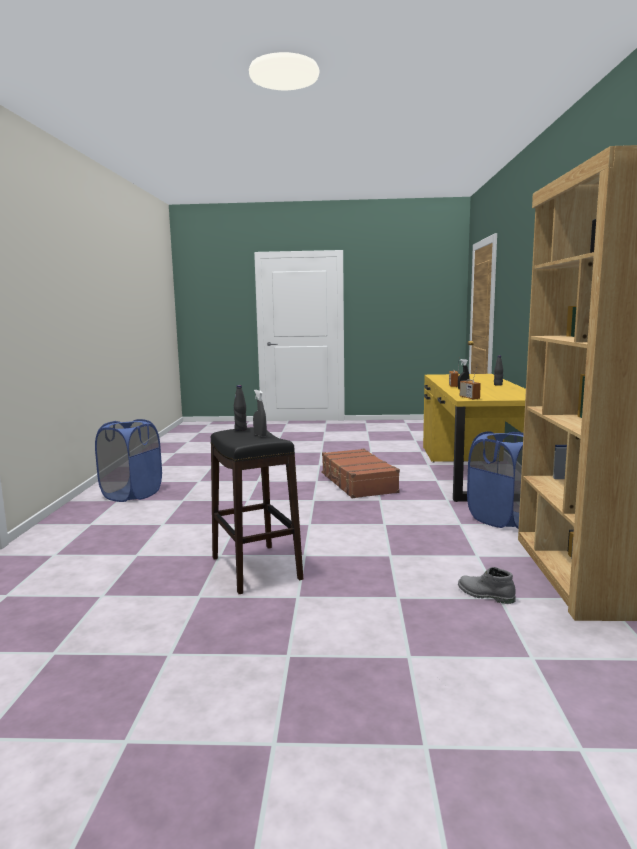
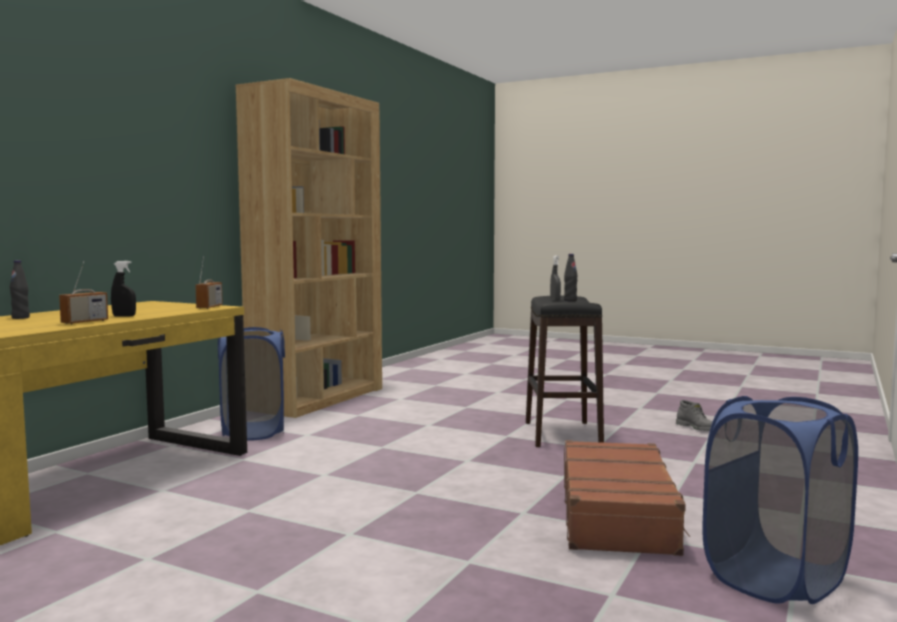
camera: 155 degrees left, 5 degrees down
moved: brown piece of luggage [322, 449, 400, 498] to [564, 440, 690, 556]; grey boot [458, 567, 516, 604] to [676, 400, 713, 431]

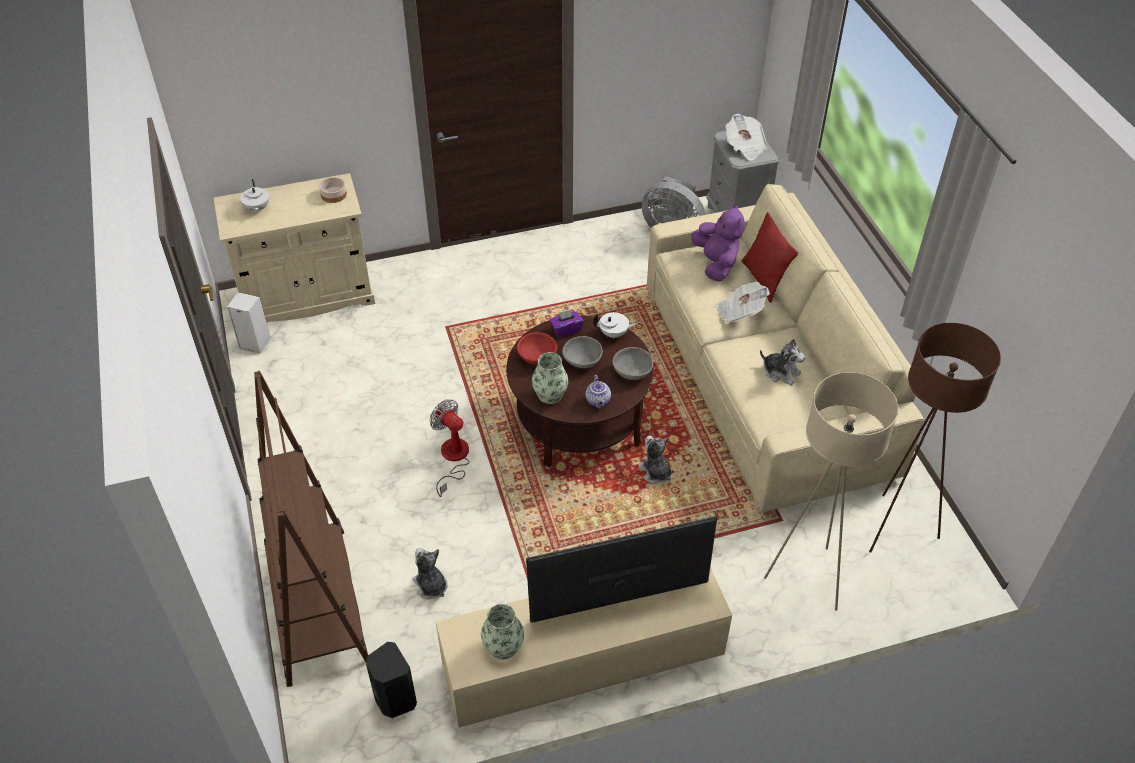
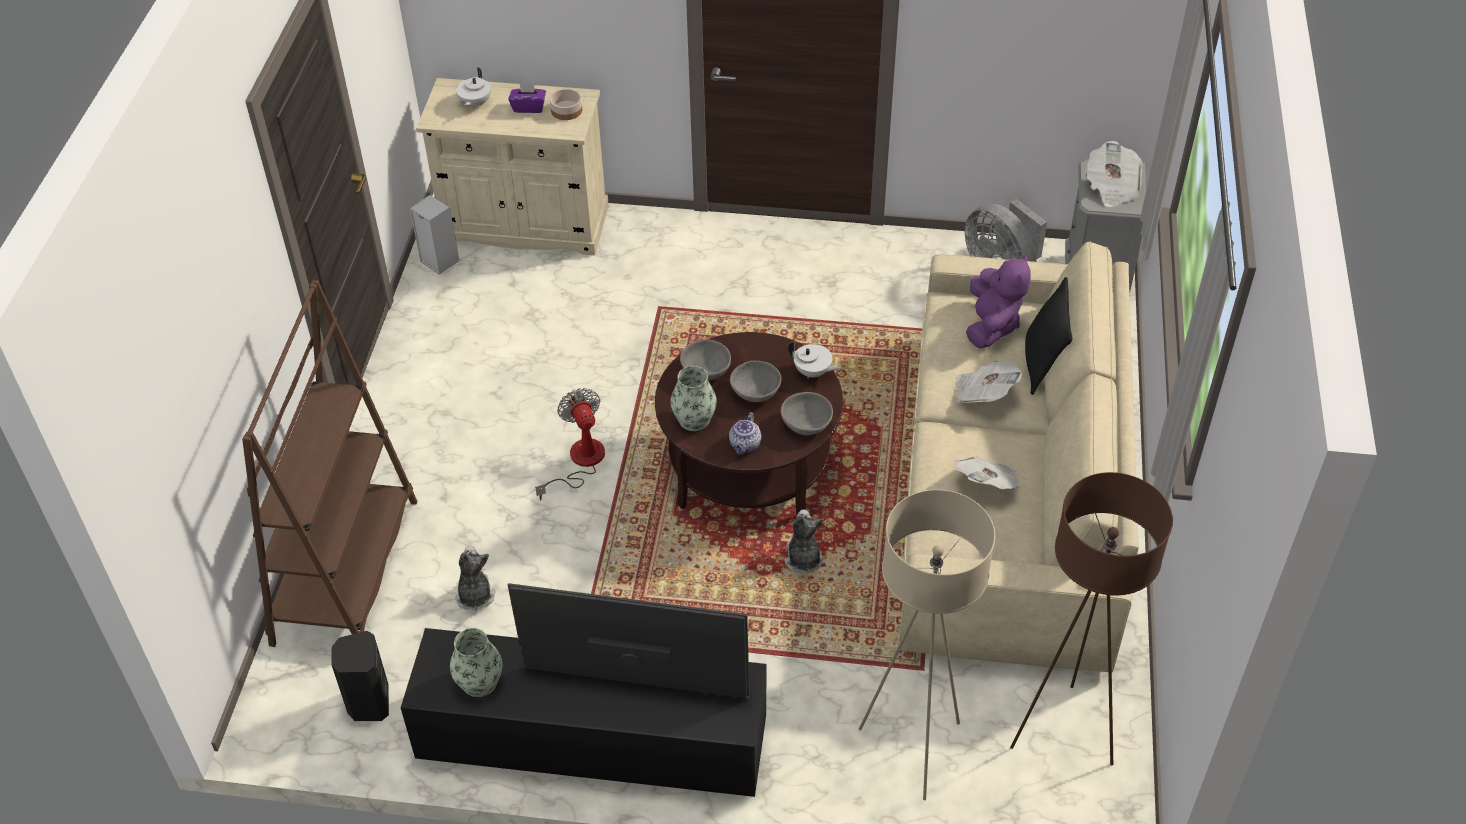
camera: 25 degrees right, 0 degrees up
moved: purplish box of tissues [550, 309, 584, 337] to [508, 83, 546, 113]
replaced: plush toy [760, 339, 805, 386] to newspaper [954, 456, 1020, 489]
recoloured: beige-coloured media console [436, 567, 732, 728] to black media console [401, 628, 767, 797]; reddish deep dish [517, 332, 557, 365] to grey deep dish [680, 339, 731, 380]; reddish cushion [741, 212, 798, 303] to black cushion [1025, 277, 1073, 395]

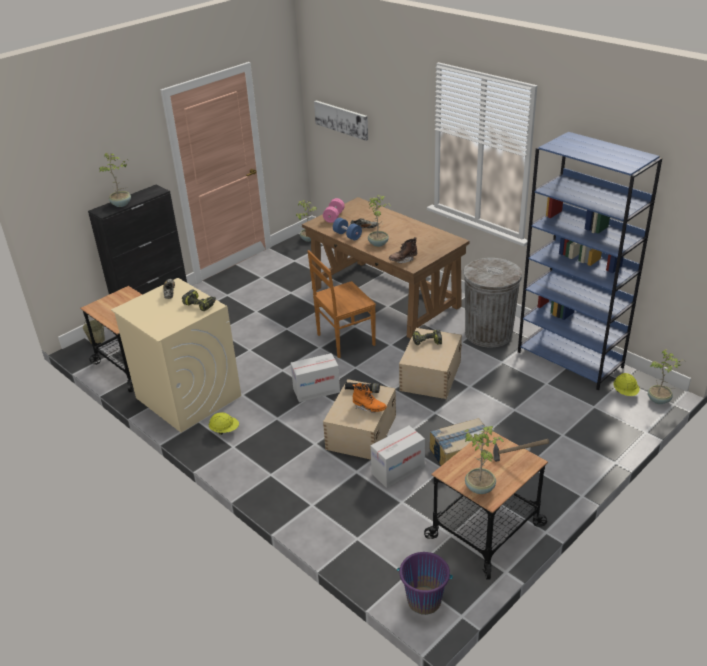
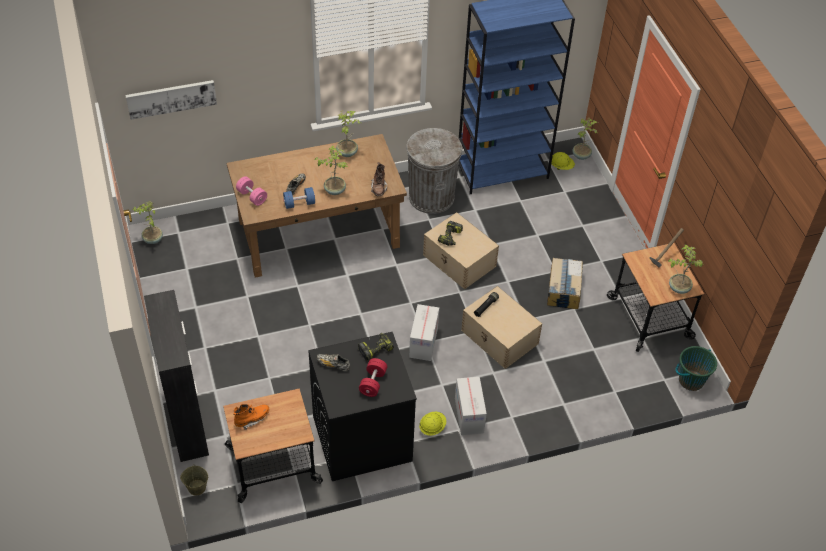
camera: 65 degrees left, 15 degrees up
removed: brown plain chair [307, 250, 376, 358]
added: reddish free weight [359, 358, 387, 397]
moved: orange boot [352, 383, 387, 413] to [233, 404, 269, 430]; plant in a pot [99, 153, 131, 207] to [336, 110, 361, 157]; packing box [370, 425, 425, 488] to [455, 377, 487, 435]
recoloured: beige-coloured laundry appliance [111, 278, 241, 433] to black laundry appliance [308, 332, 417, 481]; purplish bucket [397, 552, 453, 615] to greenish bucket [676, 346, 717, 391]

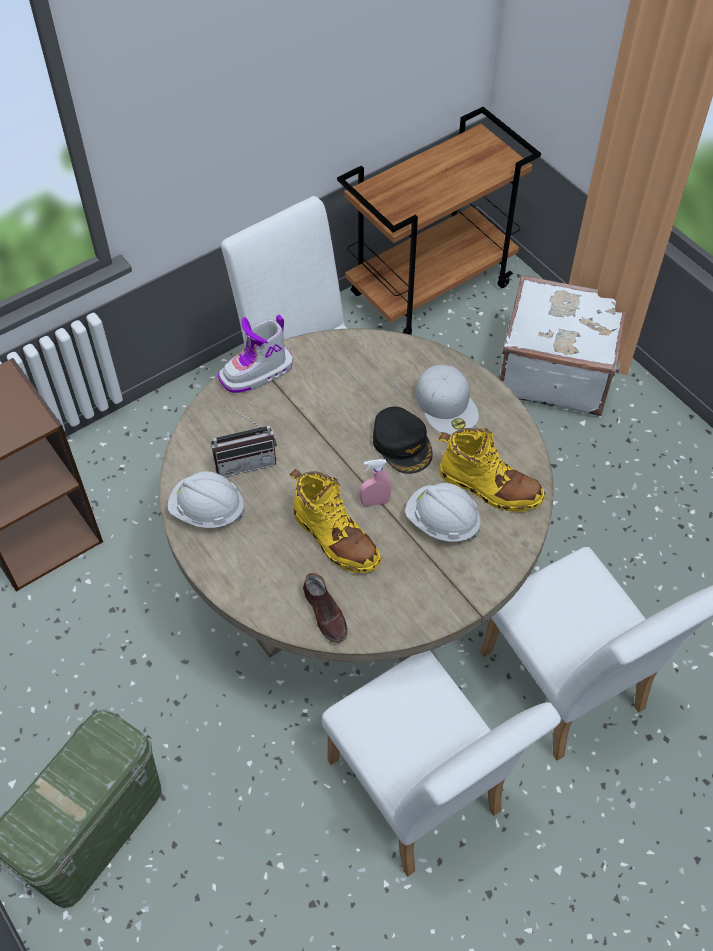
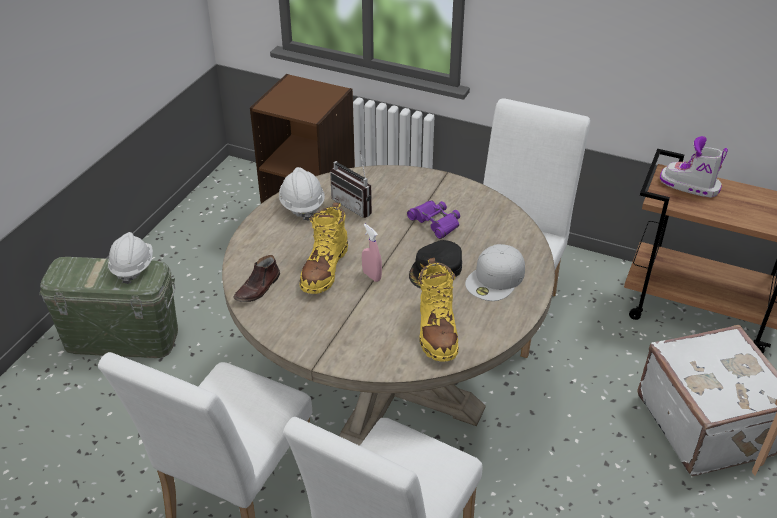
camera: 60 degrees right, 15 degrees down
added: purplish field glasses [407, 200, 460, 239]
moved: white hard hat [405, 483, 481, 542] to [108, 232, 153, 284]; boot [218, 314, 293, 393] to [660, 136, 728, 198]

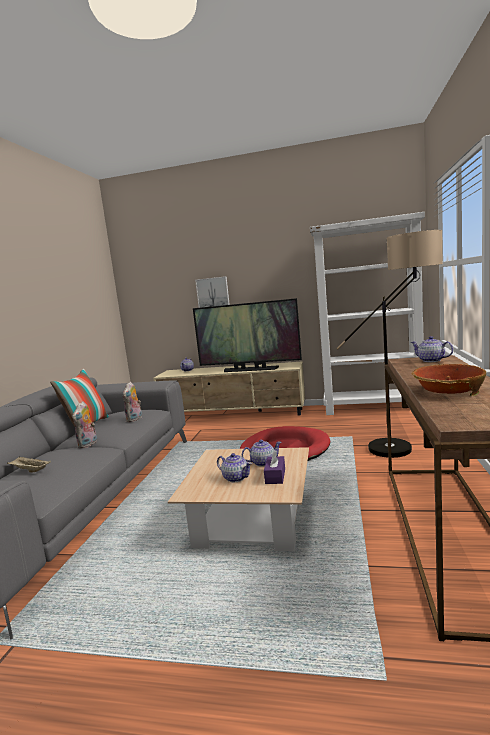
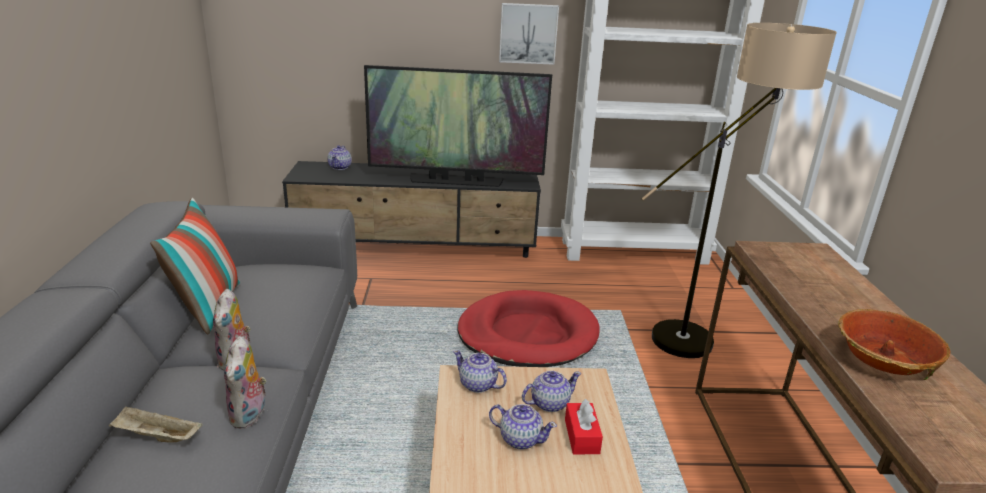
camera: 15 degrees left, 15 degrees up
moved: plush toy [123, 382, 142, 422] to [224, 336, 267, 429]; teapot [411, 336, 453, 362] to [453, 350, 507, 393]; wall picture [195, 276, 230, 308] to [499, 3, 559, 65]
recoloured: beige-coloured media console [153, 361, 305, 416] to black media console [282, 161, 541, 258]; purplish box of tissues [264, 450, 285, 484] to reddish box of tissues [565, 399, 603, 454]

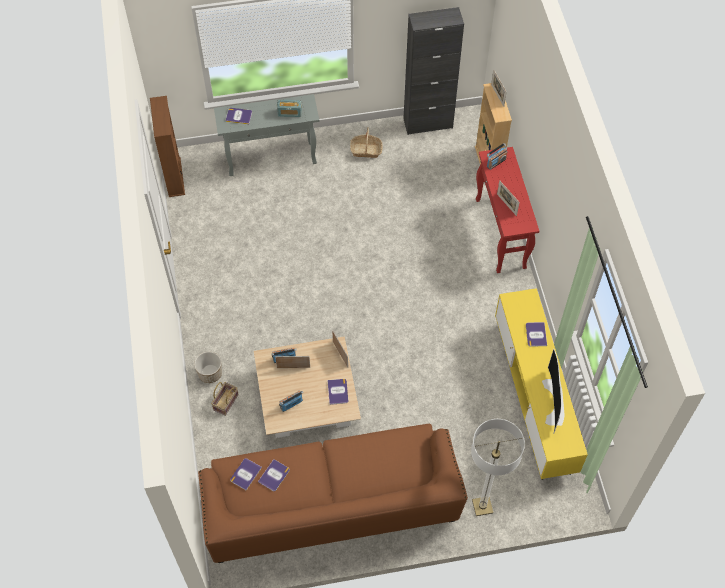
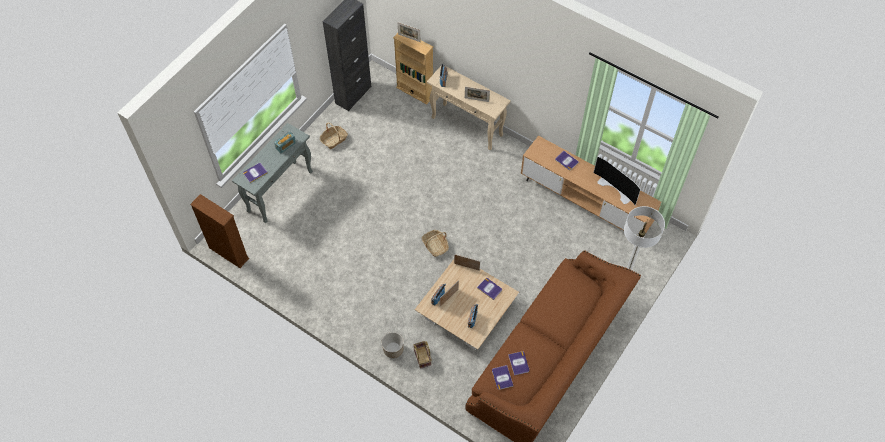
camera: 45 degrees left, 0 degrees up
added: household basket [422, 230, 449, 257]
recoloured: reddish hall table [476, 147, 539, 273] to beige-coloured hall table [427, 66, 511, 151]; yellow media console [495, 288, 588, 480] to brown media console [521, 136, 661, 236]

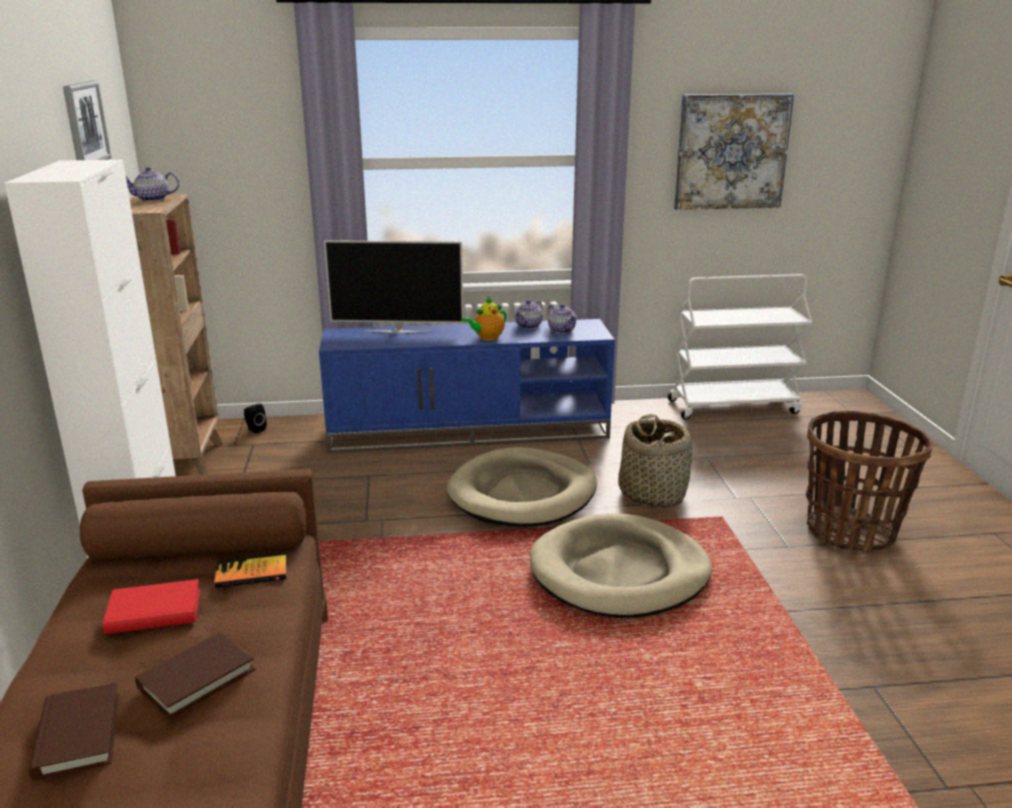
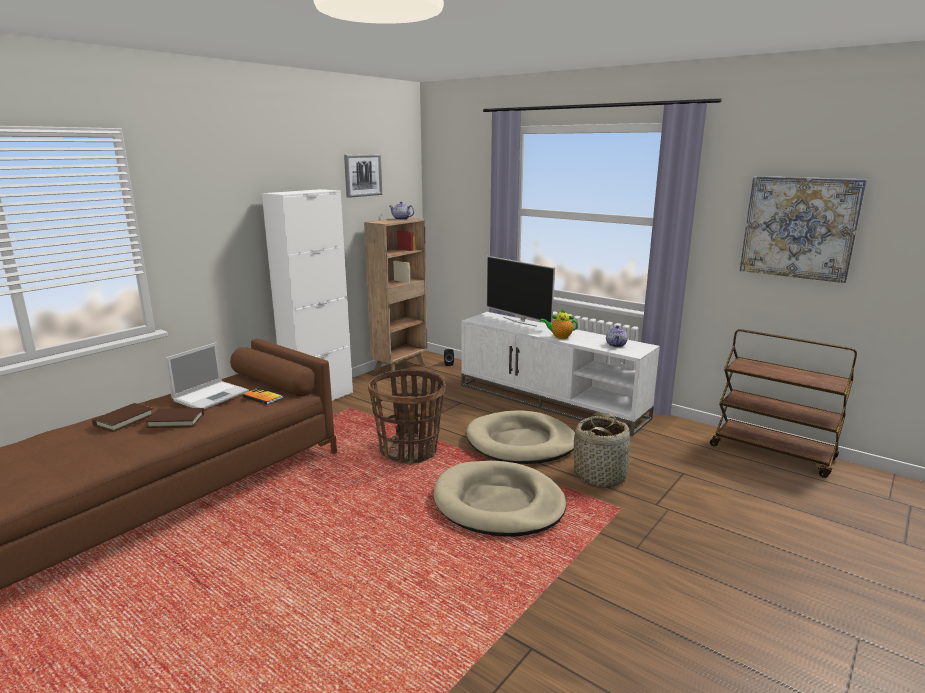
camera: 45 degrees right, 5 degrees down
removed: teapot [515, 300, 543, 329]
moved: household basket [806, 411, 933, 552] to [368, 369, 446, 464]
replaced: reddish volume [102, 579, 200, 634] to notebook computer [165, 342, 249, 409]
recoloured: blue media console [319, 319, 615, 453] to white media console [461, 312, 660, 436]; white cart [668, 274, 812, 420] to brown cart [710, 329, 857, 478]

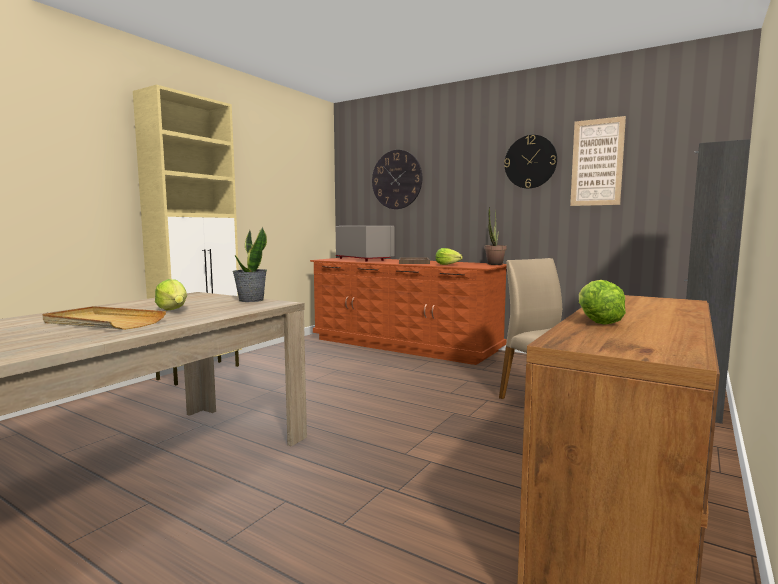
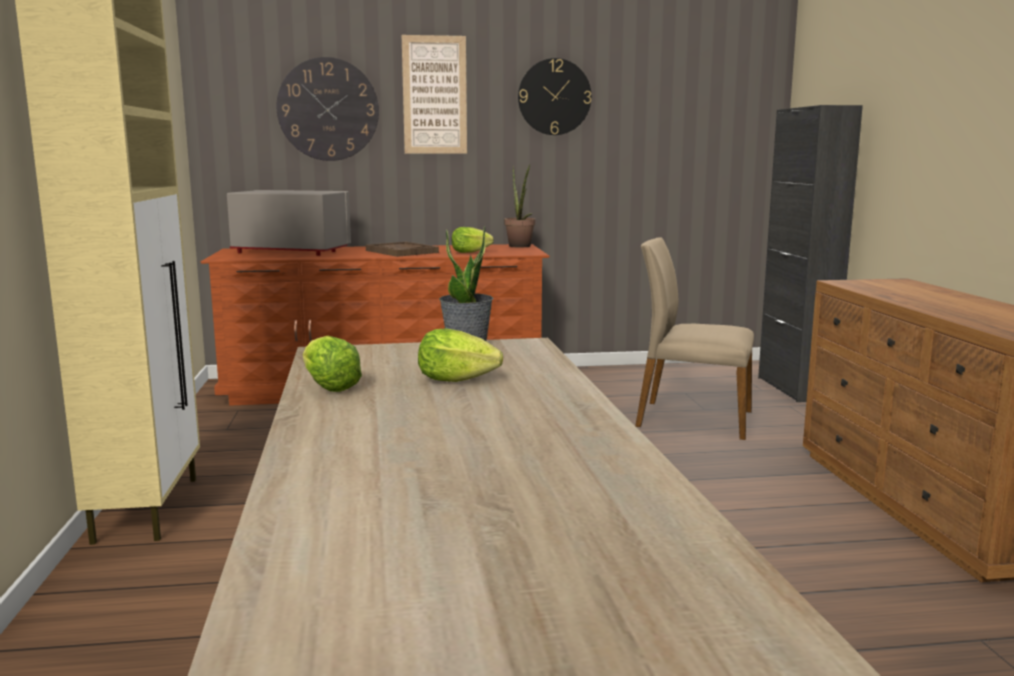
camera: 40 degrees left, 5 degrees up
removed: beige-coloured carrying tray [42, 306, 166, 330]
moved: lettuce [579, 280, 626, 325] to [303, 336, 362, 392]; wall picture [570, 116, 626, 206] to [402, 35, 467, 154]

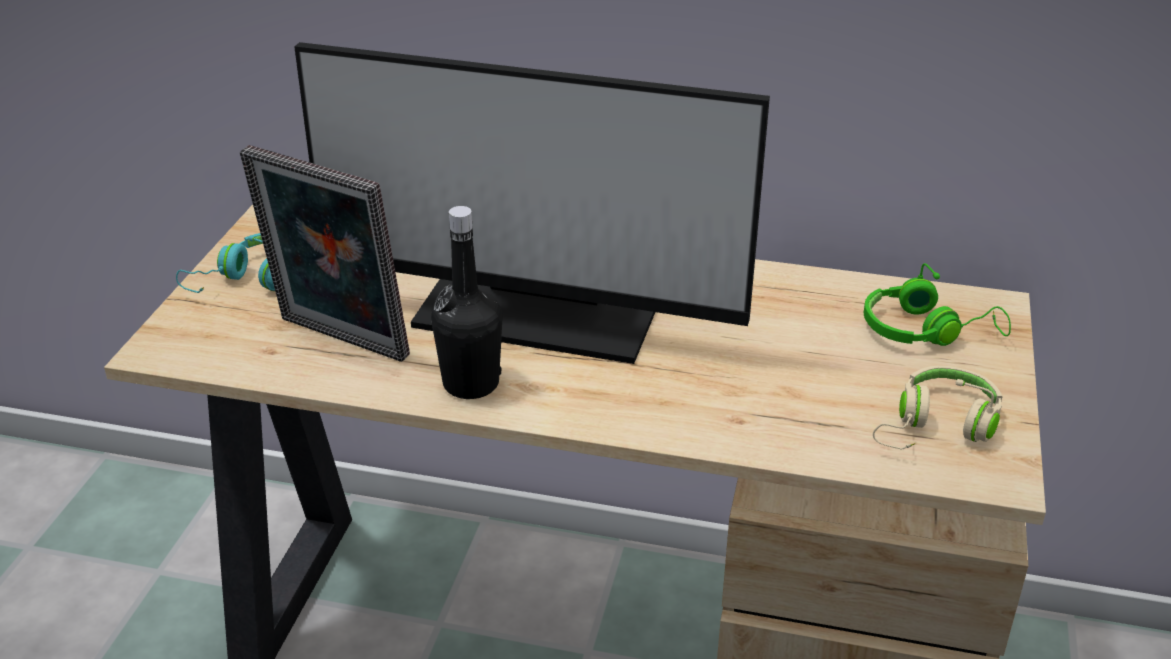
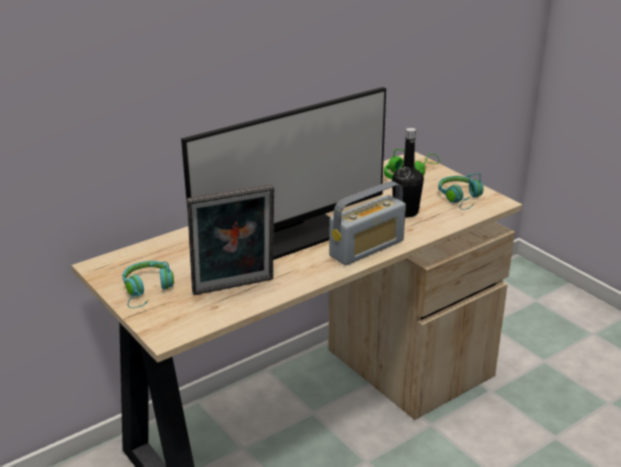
camera: 50 degrees left, 5 degrees down
added: radio set [329, 181, 406, 265]
moved: black beverage bottle [431, 206, 503, 399] to [392, 128, 424, 217]
recoloured: beige-coloured headphones [873, 366, 1003, 450] to turquoise headphones [438, 173, 484, 210]

